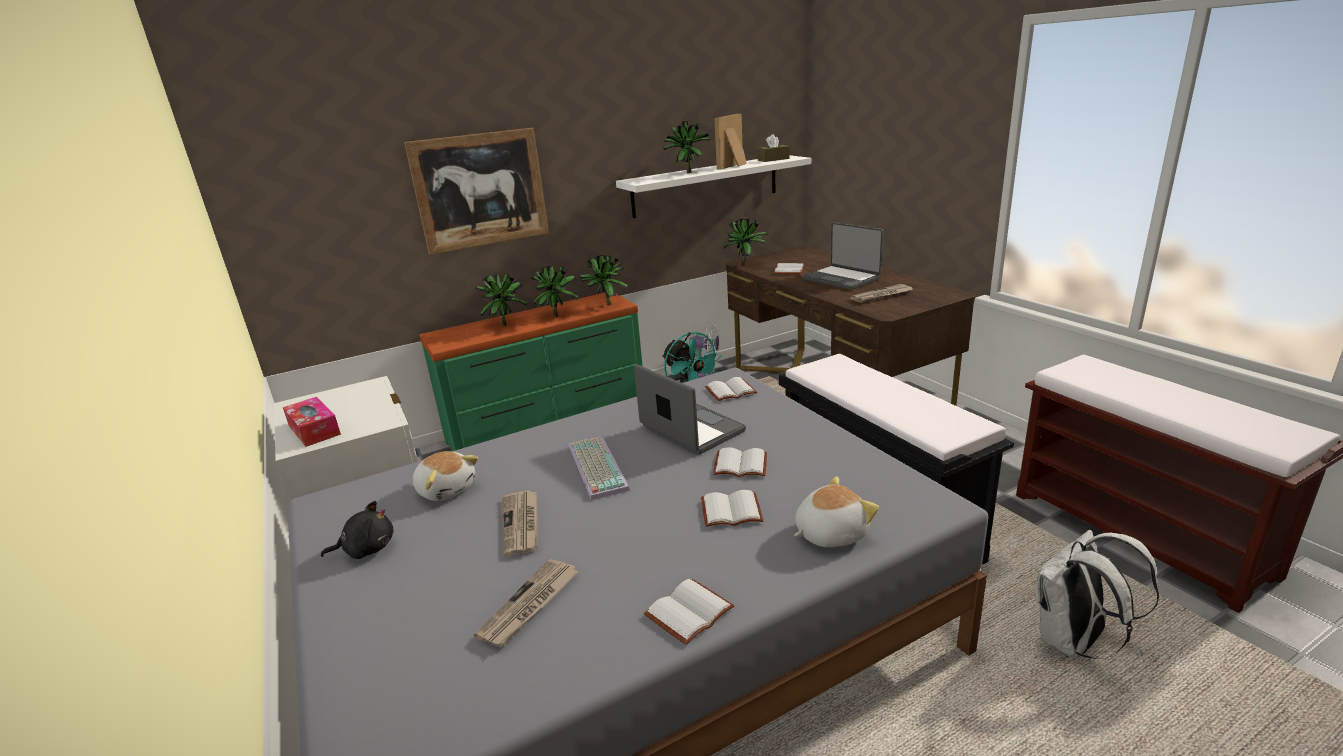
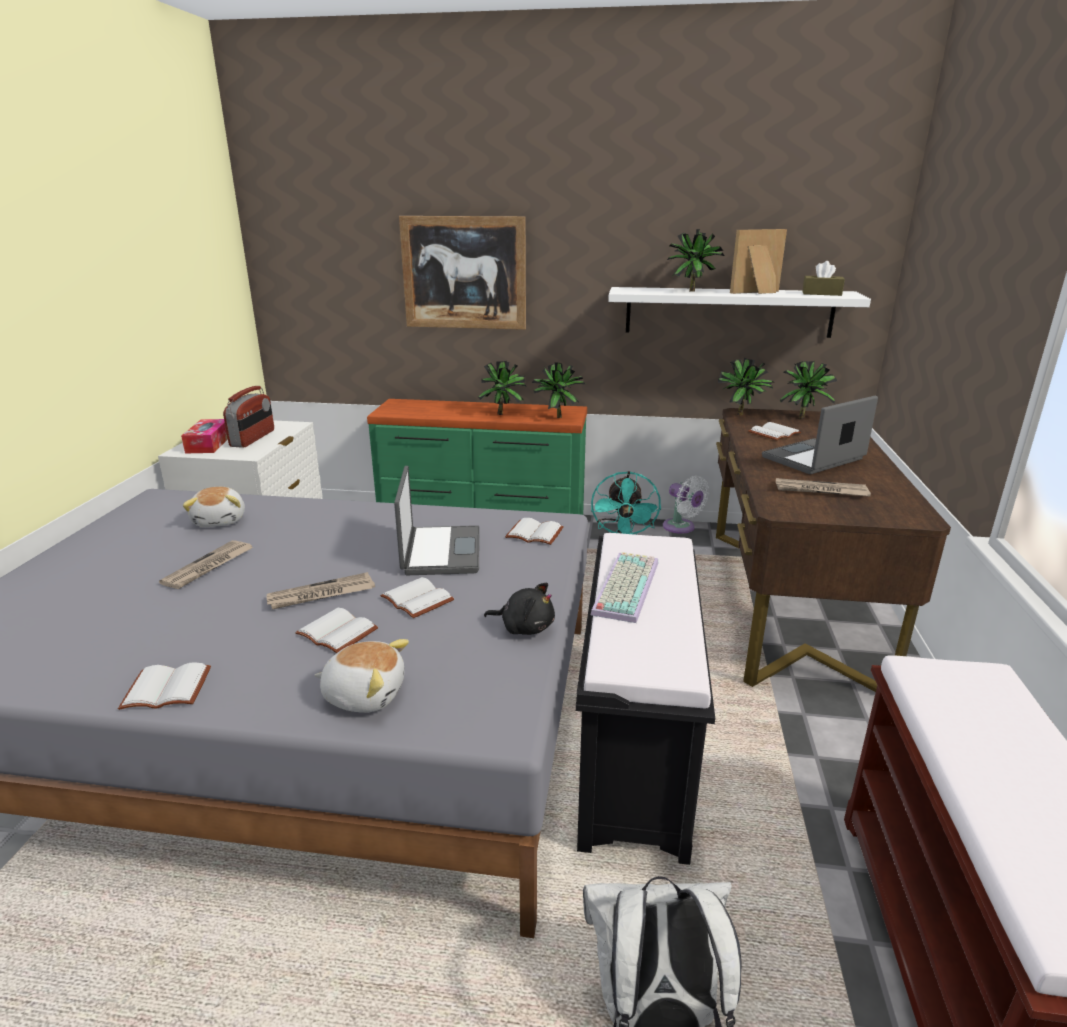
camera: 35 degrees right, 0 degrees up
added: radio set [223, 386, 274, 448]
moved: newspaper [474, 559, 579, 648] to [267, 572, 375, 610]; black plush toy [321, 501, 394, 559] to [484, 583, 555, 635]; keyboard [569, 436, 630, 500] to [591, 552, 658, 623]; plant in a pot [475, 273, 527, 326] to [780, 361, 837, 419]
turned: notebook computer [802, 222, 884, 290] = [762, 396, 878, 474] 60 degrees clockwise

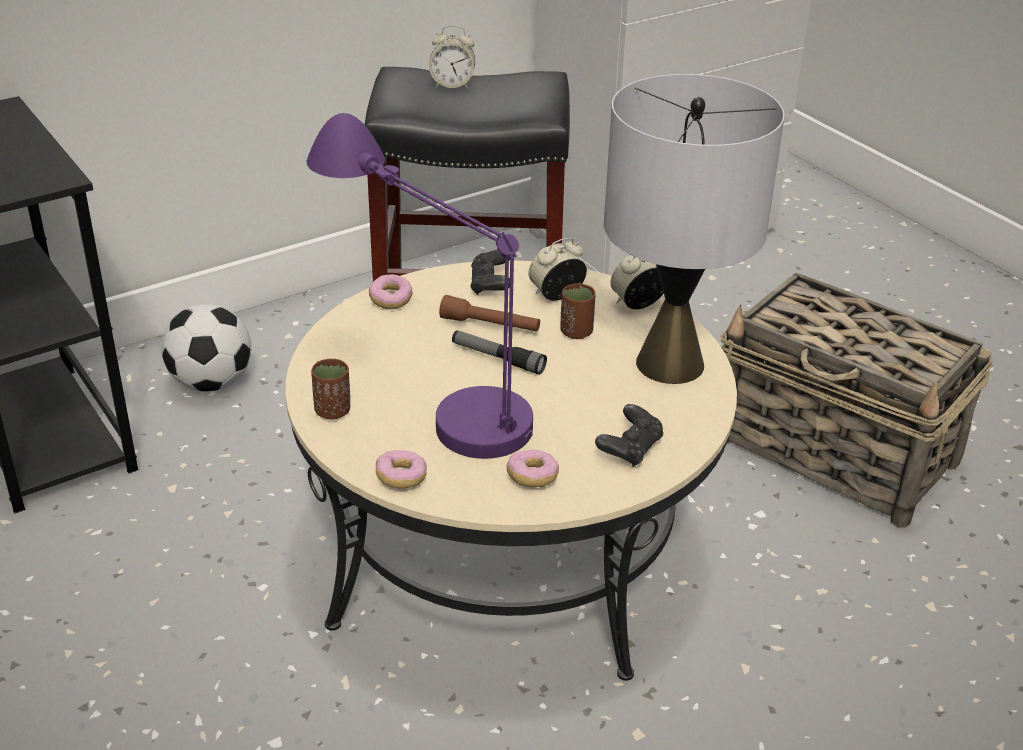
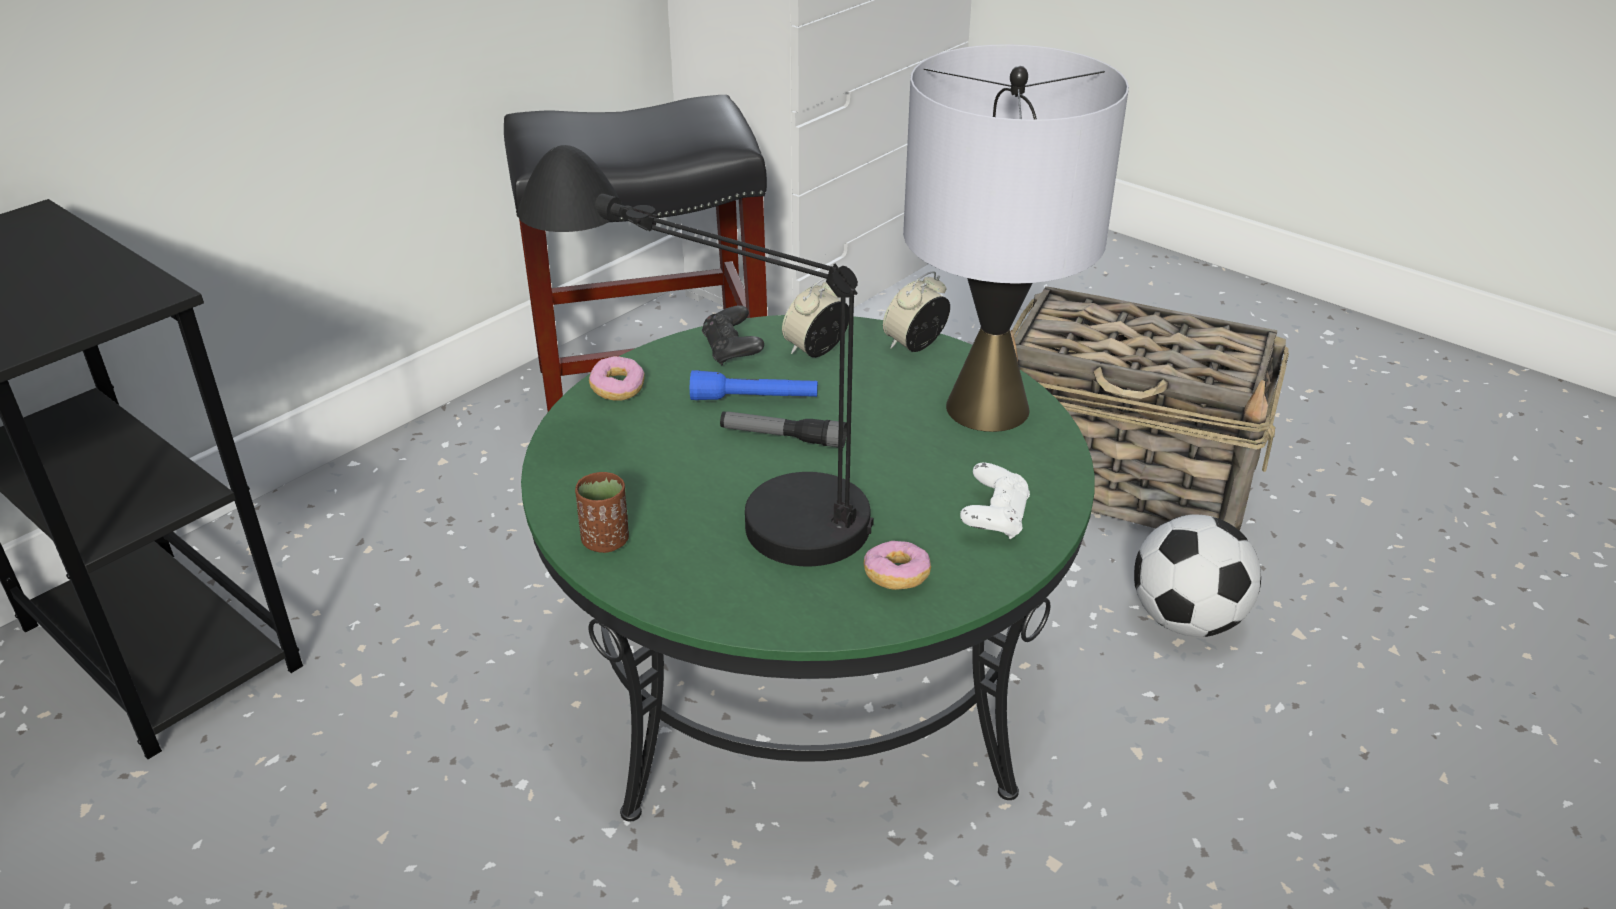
camera: 15 degrees left, 0 degrees up
removed: donut [376, 450, 427, 489]; table clock [429, 25, 475, 89]; brown small cup [560, 283, 596, 339]
moved: football [162, 304, 252, 392] to [1134, 515, 1261, 637]
recoloured: purplish tabletop lamp [307, 113, 533, 459] to black tabletop lamp [518, 145, 874, 566]; beige-coloured low table [285, 260, 737, 681] to greenish low table [521, 315, 1095, 822]; brown hand torch [439, 295, 540, 332] to blue hand torch [690, 370, 818, 400]; black game controller [595, 404, 663, 467] to white game controller [960, 462, 1030, 539]

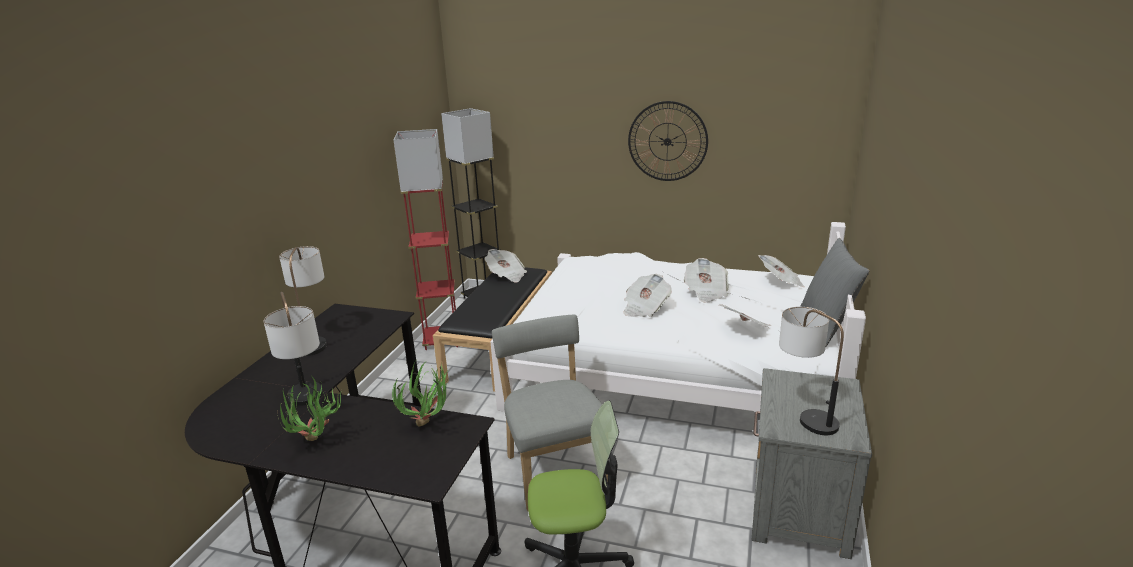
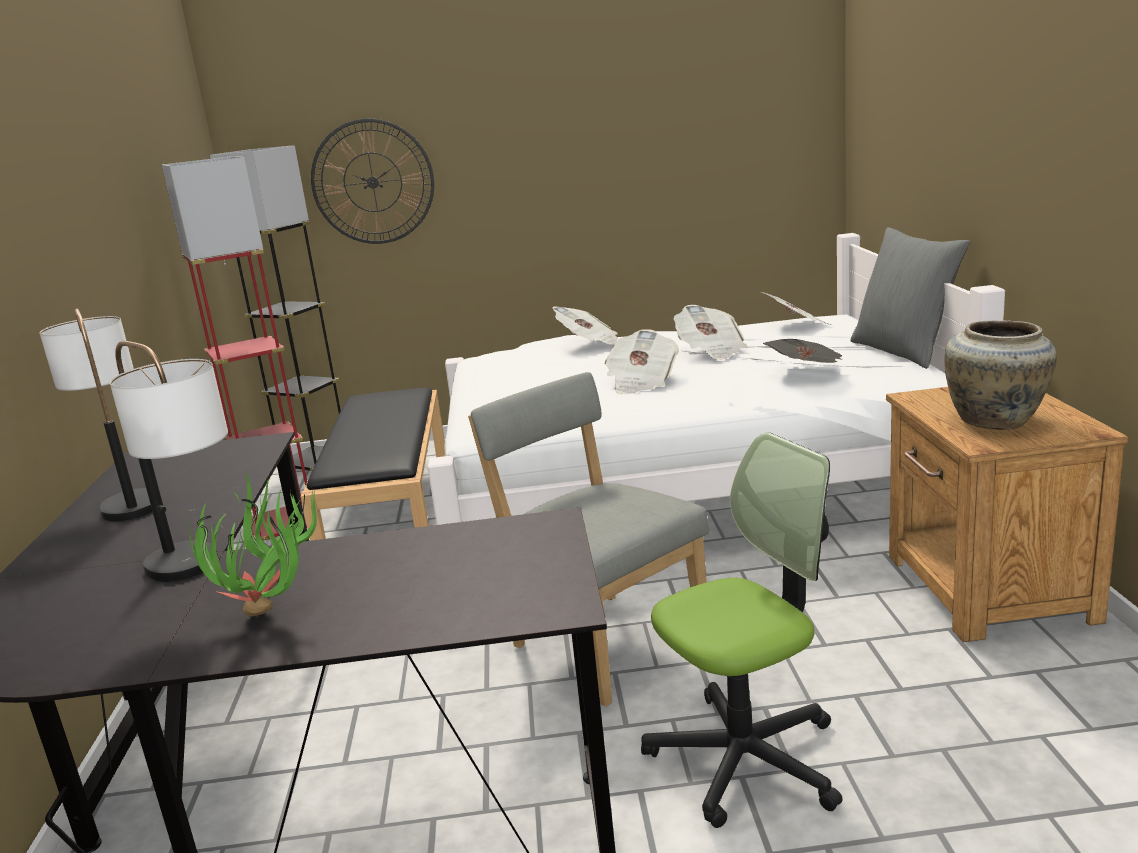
camera: 20 degrees left, 5 degrees down
removed: plant in a pot [392, 362, 448, 427]
moved: wall clock [628, 101, 708, 181] to [311, 119, 434, 244]; newspaper [485, 249, 527, 283] to [553, 307, 617, 346]
replaced: tabletop lamp [779, 307, 844, 435] to beige-coloured decorative vase [944, 320, 1057, 430]
recoloured: grey bedside table [751, 368, 872, 559] to brown bedside table [886, 387, 1128, 642]

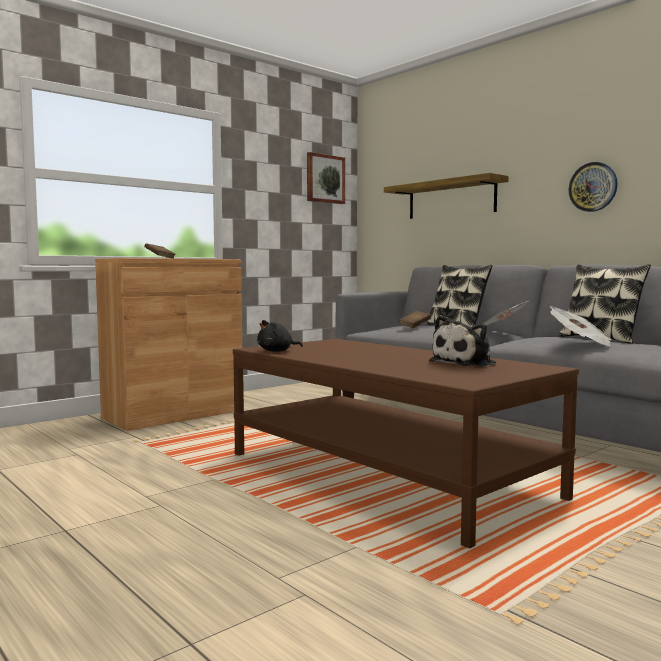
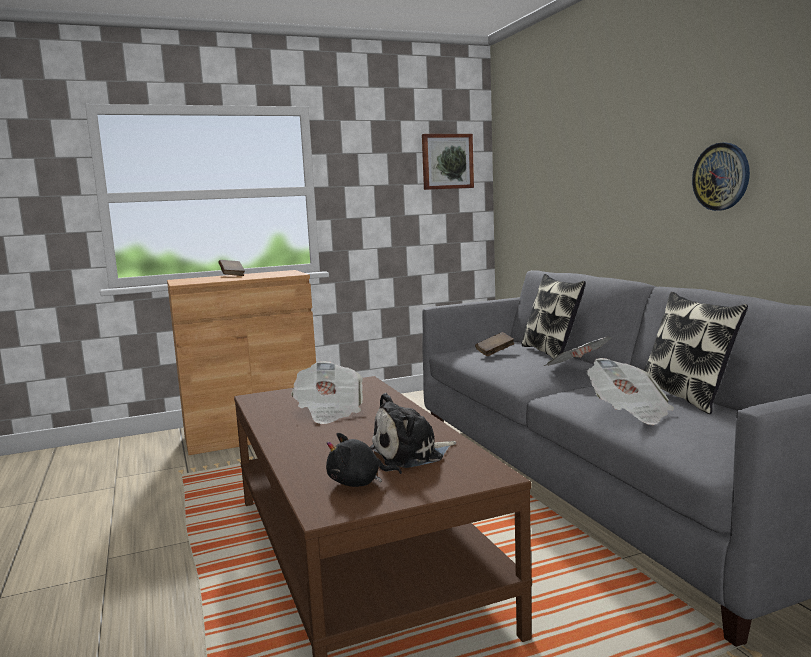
camera: 20 degrees right, 5 degrees up
removed: shelf [384, 173, 509, 219]
added: newspaper [291, 361, 363, 424]
moved: black plush toy [257, 320, 303, 352] to [326, 433, 402, 487]

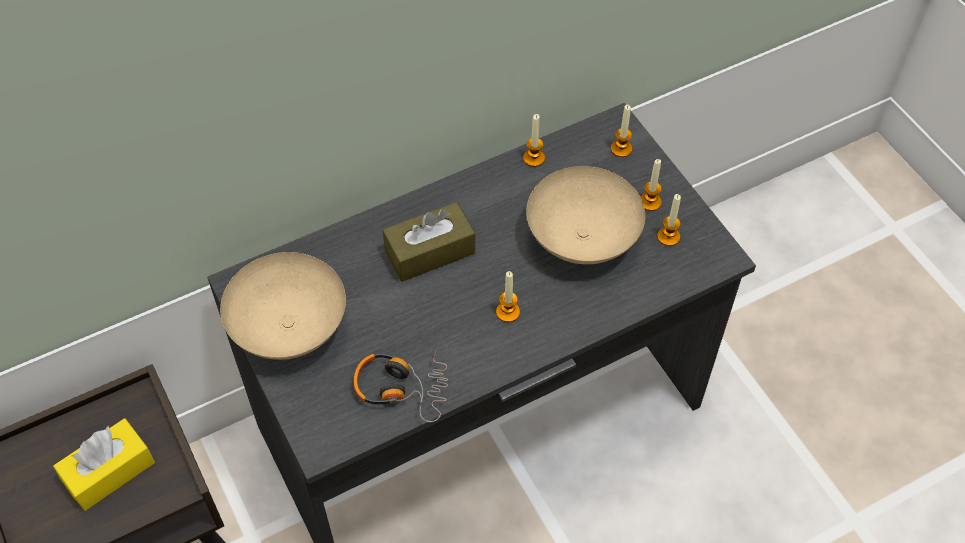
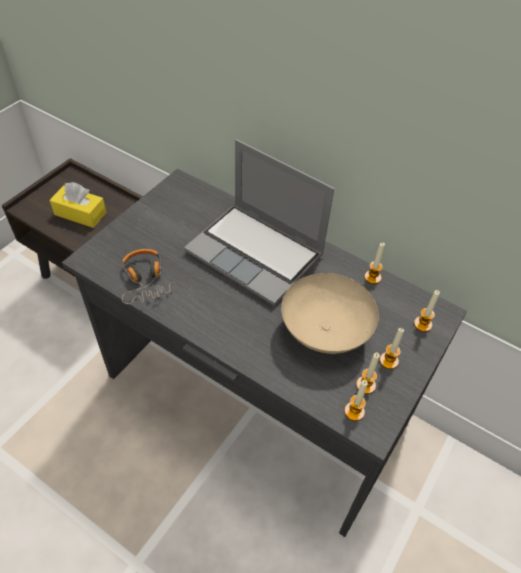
camera: 60 degrees right, 5 degrees down
removed: beige-coloured deep dish [220, 252, 346, 360]
moved: wax light [496, 271, 520, 322] to [344, 380, 368, 421]
replaced: brown box of tissues [383, 202, 475, 282] to notebook computer [184, 139, 334, 306]

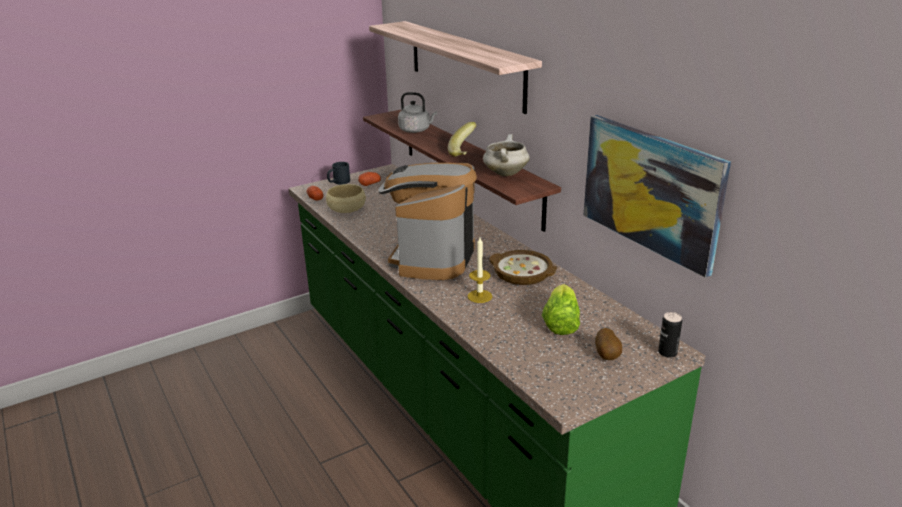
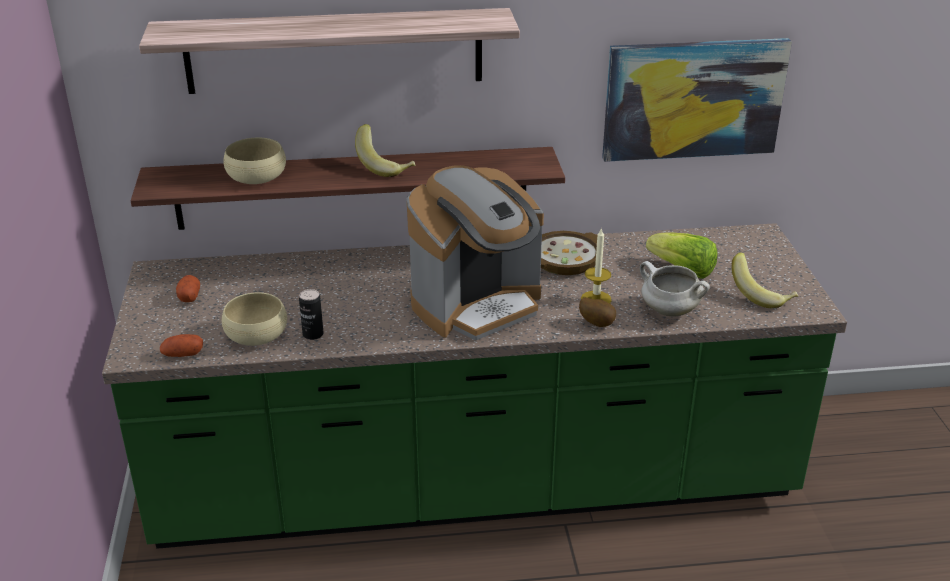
camera: 65 degrees left, 5 degrees up
removed: black mug [327, 162, 350, 184]
added: banana [731, 252, 799, 308]
moved: metal can [658, 312, 682, 358] to [299, 289, 324, 340]; potato [595, 328, 622, 360] to [579, 297, 616, 327]; white saucepot [483, 134, 530, 176] to [640, 261, 710, 316]
replaced: grey tea kettle [398, 92, 437, 133] to beige-coloured deep dish [223, 138, 286, 184]
turned: coffee machine [378, 163, 477, 280] = [407, 165, 544, 341] 75 degrees counterclockwise

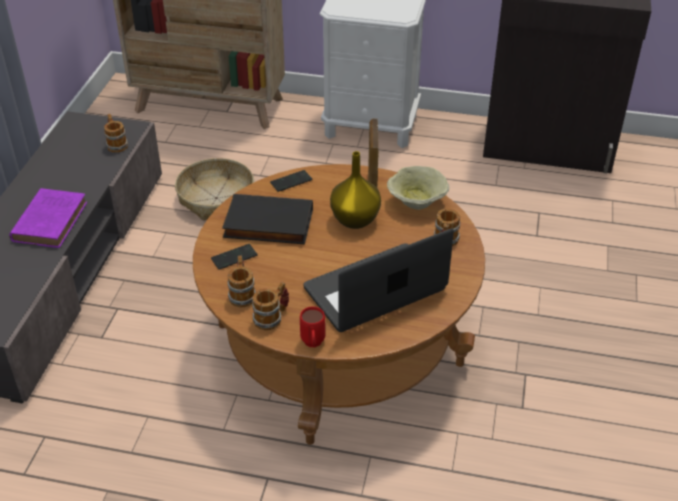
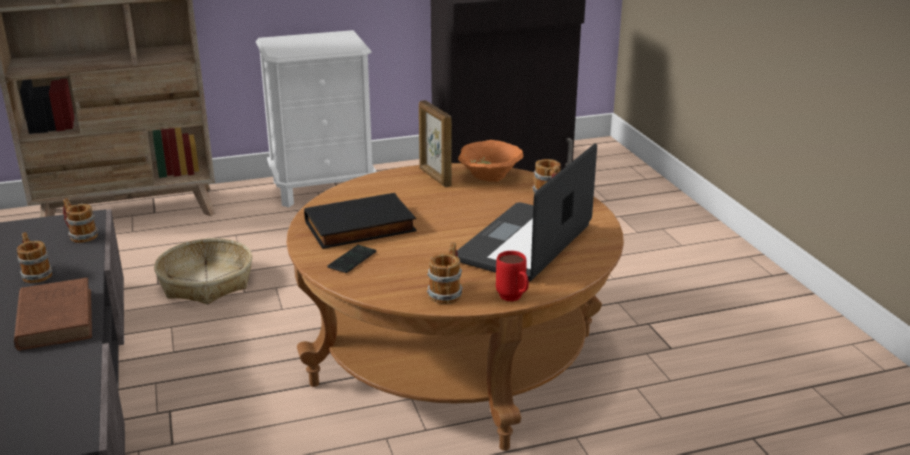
camera: 30 degrees left, 15 degrees down
removed: handset [270, 170, 312, 192]; yellow decorative vase [330, 151, 381, 229]
moved: mug [228, 256, 256, 307] to [17, 232, 52, 283]
recoloured: purplish volume [9, 188, 87, 248] to brown volume [14, 278, 92, 351]; beige-coloured deep dish [387, 166, 449, 210] to orange deep dish [458, 140, 524, 182]

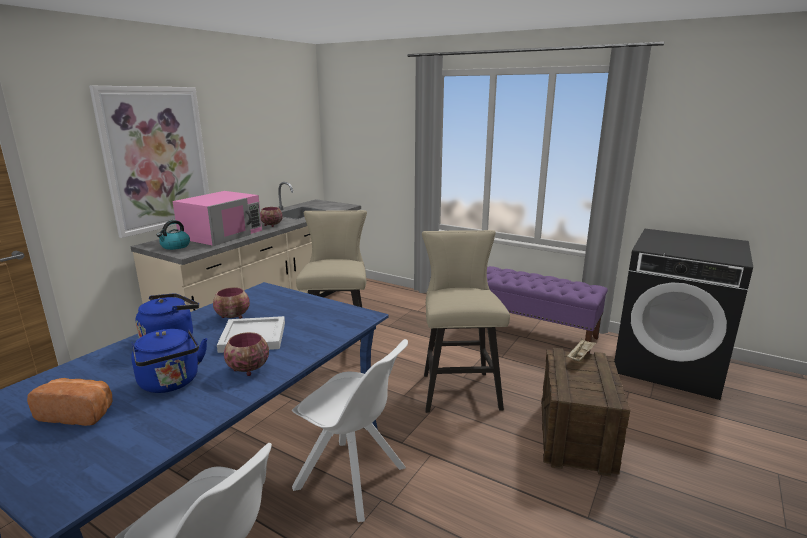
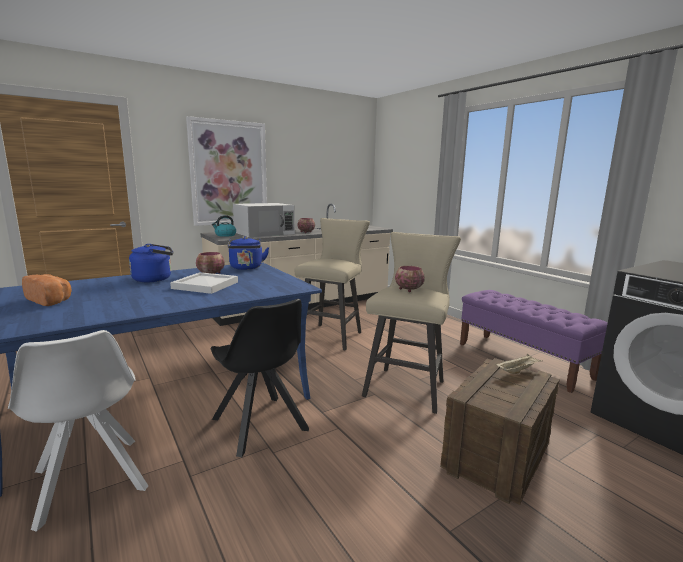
camera: 25 degrees right, 5 degrees down
moved: blue tea kettle [131, 329, 207, 393] to [228, 236, 269, 270]; deep dish [224, 332, 269, 376] to [395, 266, 425, 292]
recoloured: white plain chair [292, 339, 408, 522] to black plain chair [210, 299, 309, 457]; pink-coloured microwave oven [173, 191, 262, 246] to white microwave oven [233, 203, 295, 237]

